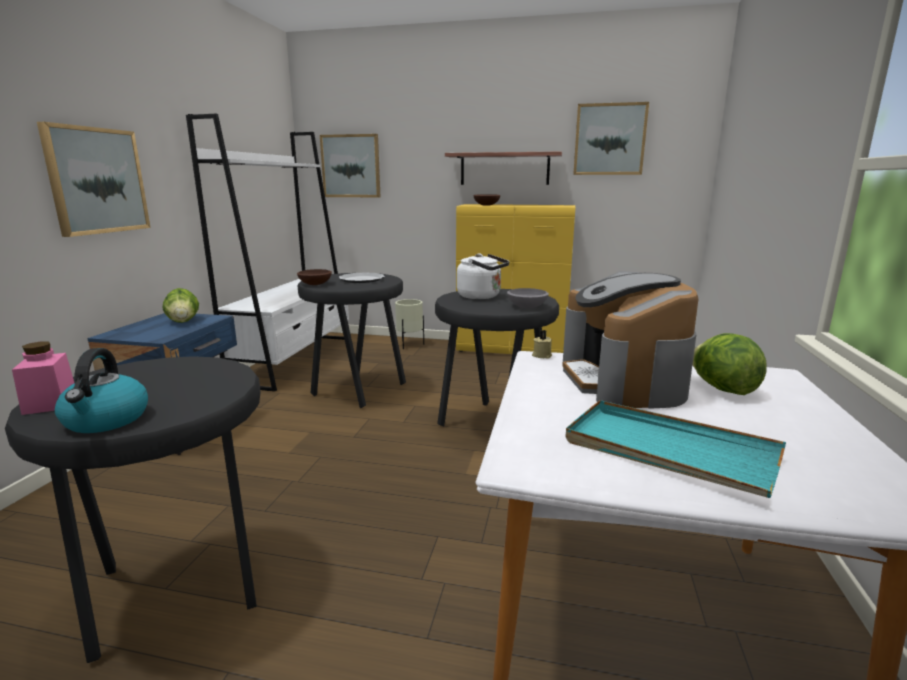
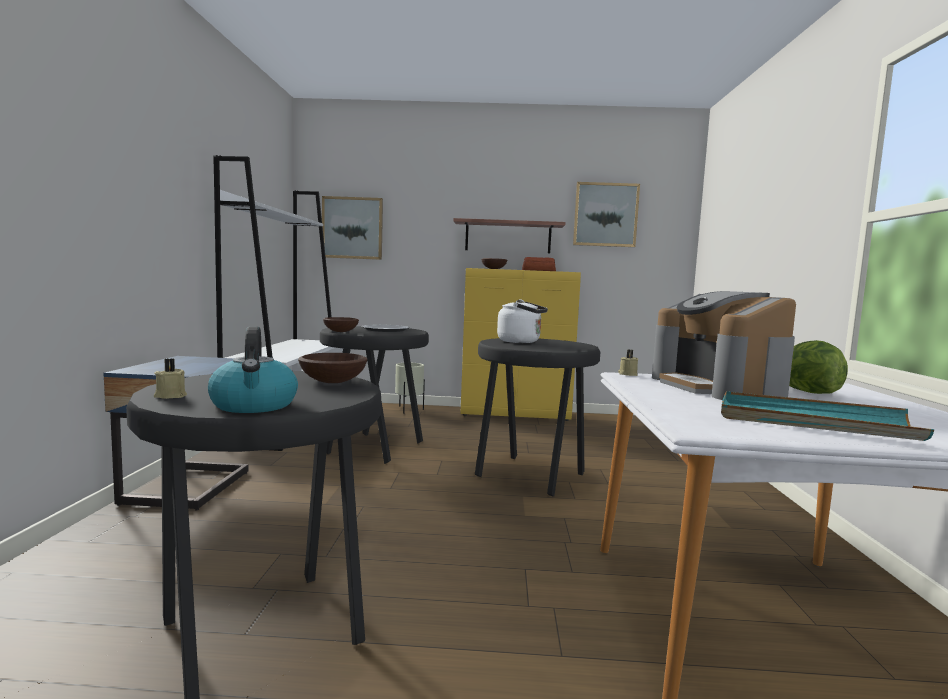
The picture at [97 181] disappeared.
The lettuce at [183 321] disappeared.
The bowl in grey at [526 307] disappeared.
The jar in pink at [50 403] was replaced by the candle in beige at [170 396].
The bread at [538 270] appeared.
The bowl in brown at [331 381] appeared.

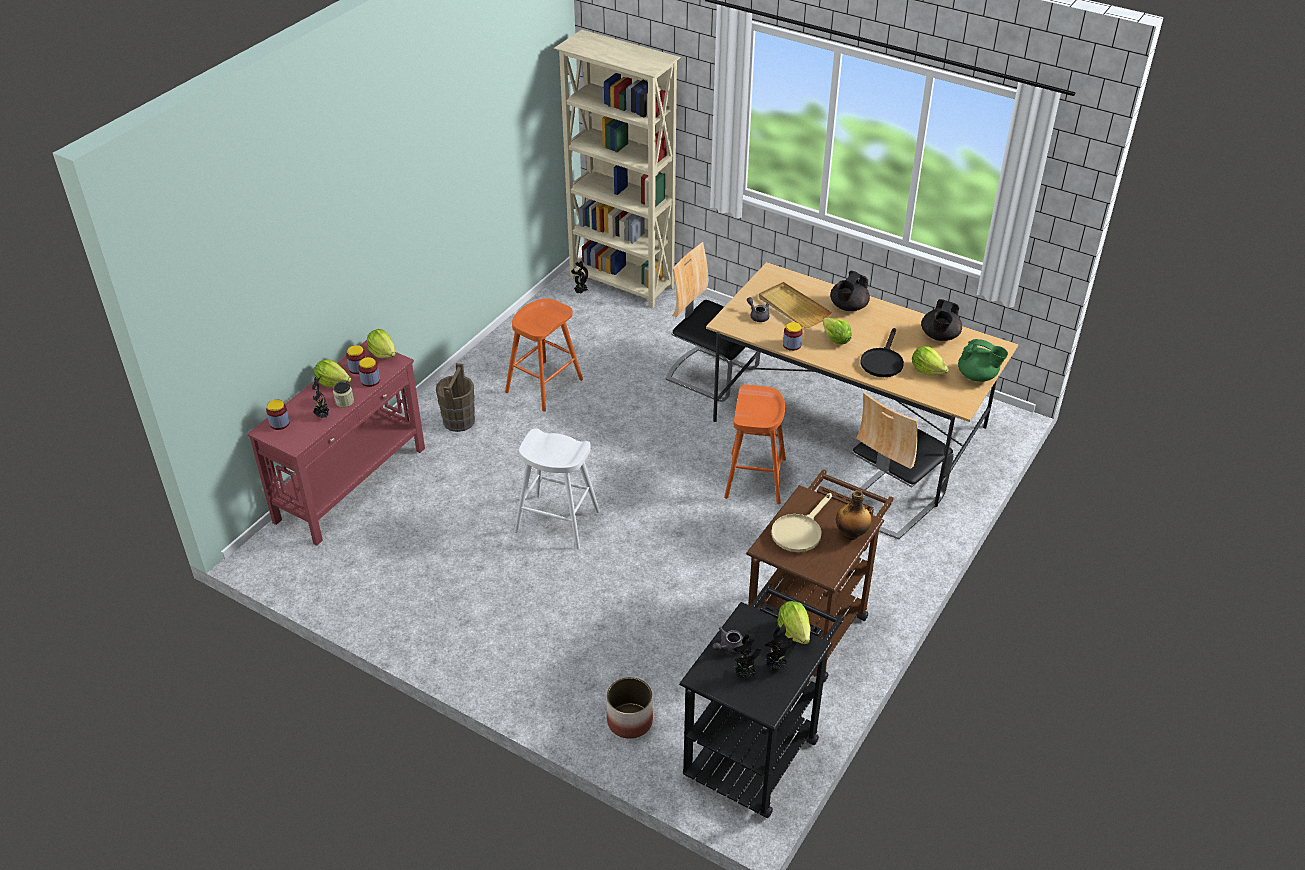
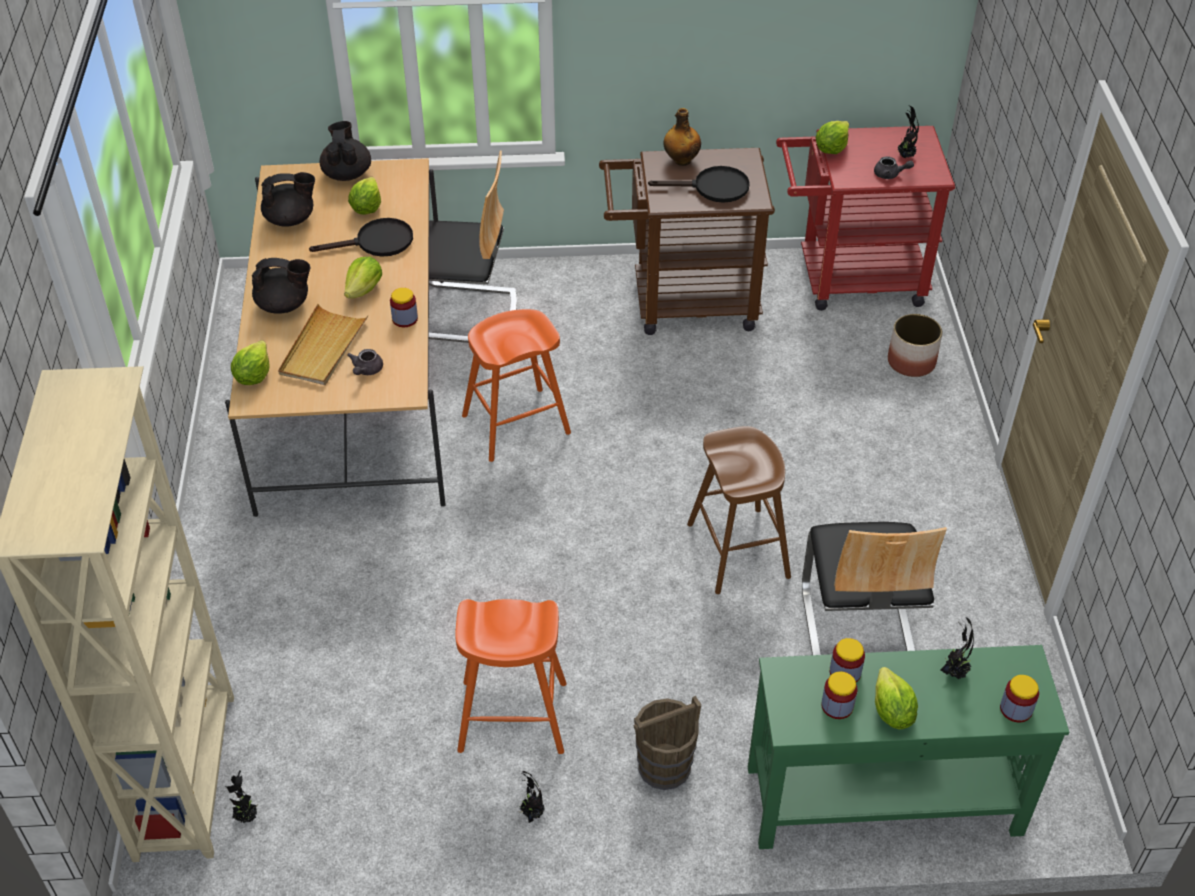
The chair moved from [711 374] to [857 630].
The lettuce moved from [383 353] to [253 376].
The teapot in green at [978 376] became the teapot in black at [347 173].
The console table in red at [352 484] became the console table in green at [881 800].
The jar at [344 401] disappeared.
The stool in white at [557 522] became the stool in brown at [738 550].
The frying pan in beige at [799 531] became the frying pan in black at [713 188].
The cart in black at [756 748] became the cart in red at [849 279].
The potted plant moved from [776 667] to [531 813].

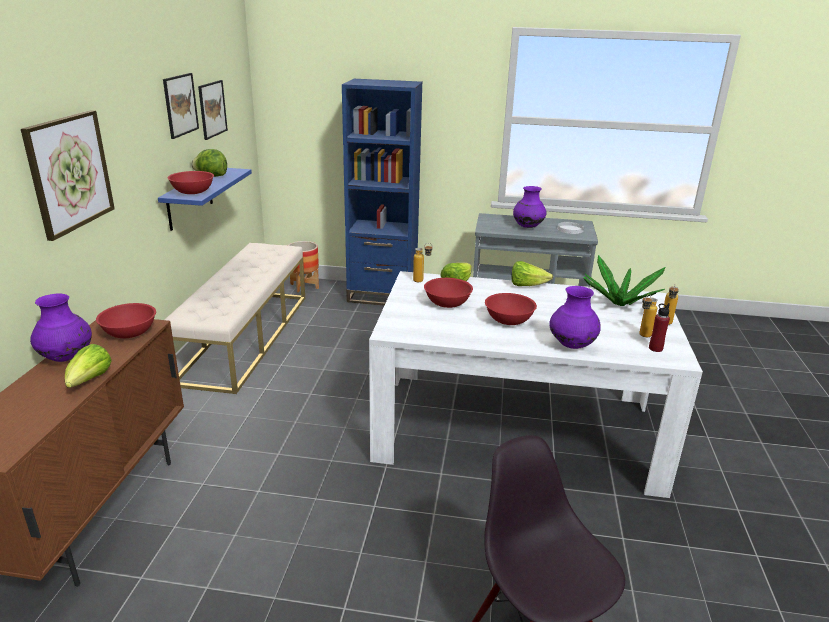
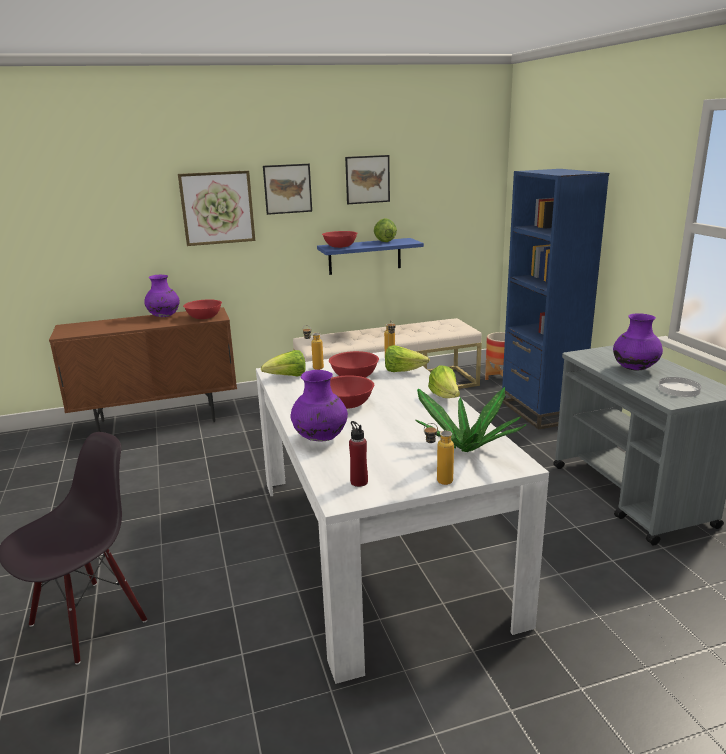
The picture moved from [212 109] to [287 189].
The bottle moved from [642 336] to [314 367].
The lettuce moved from [89 381] to [287 377].

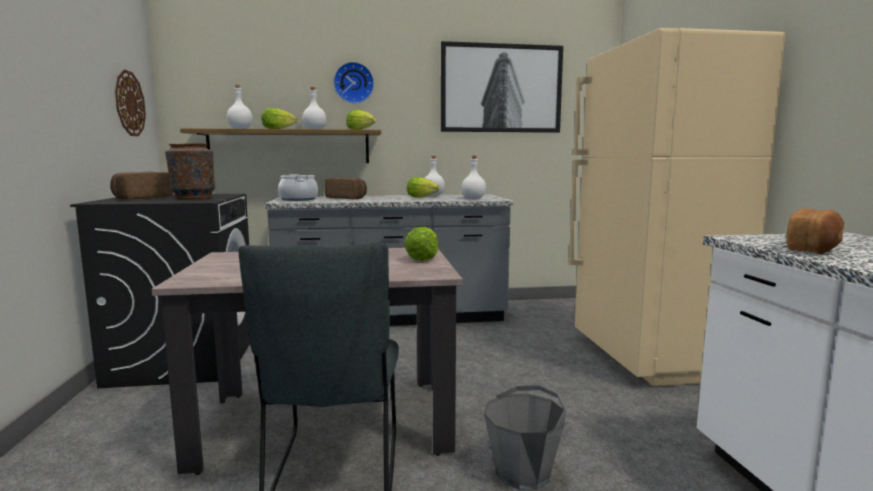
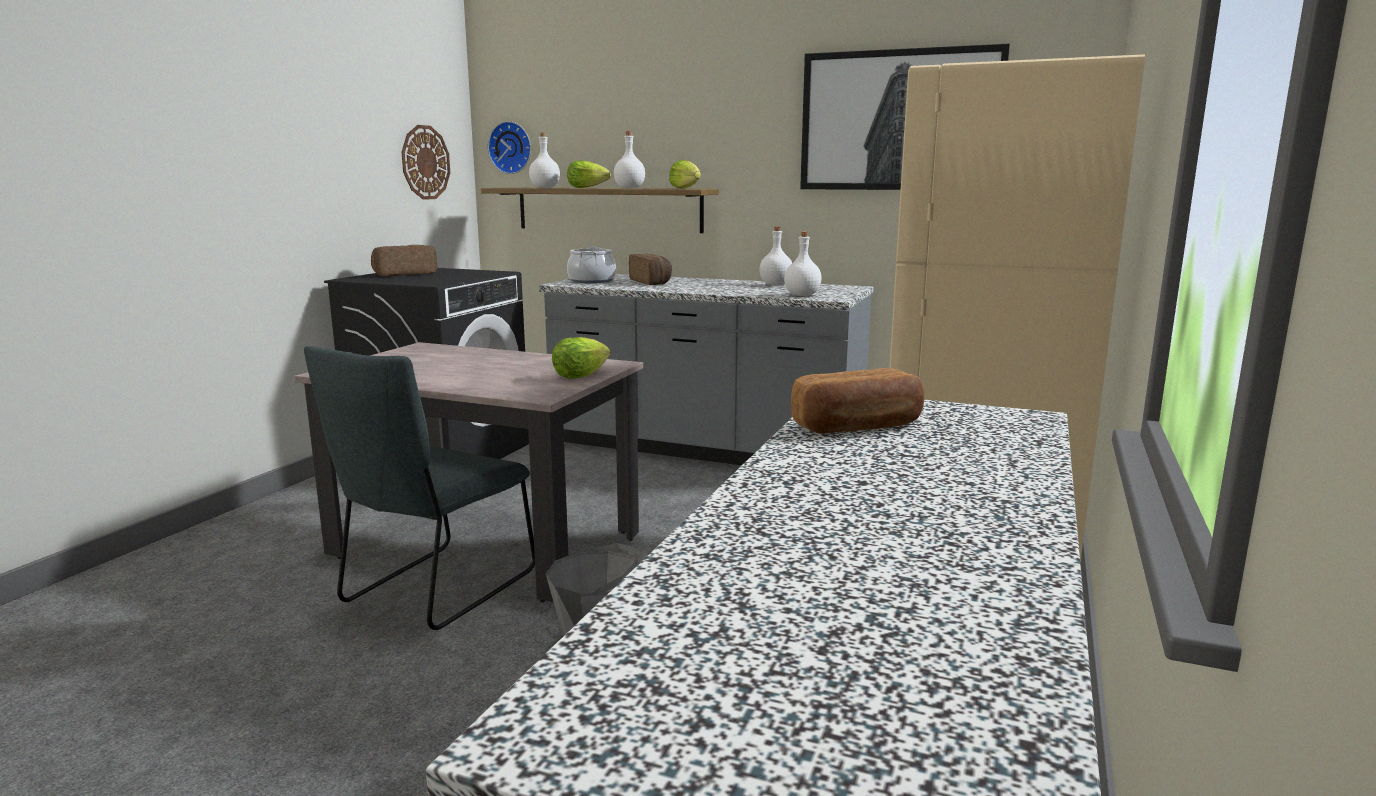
The wall clock moved from [353 83] to [511 147].
The vase in brown at [193 198] disappeared.
The lettuce at [421 197] disappeared.

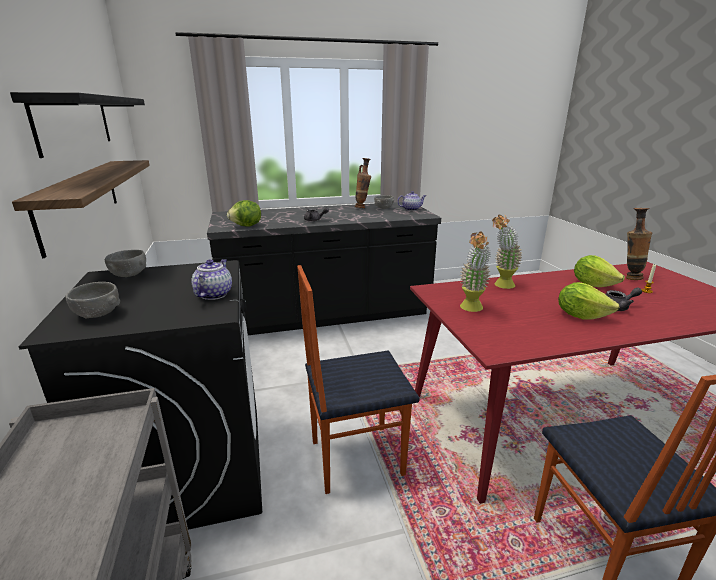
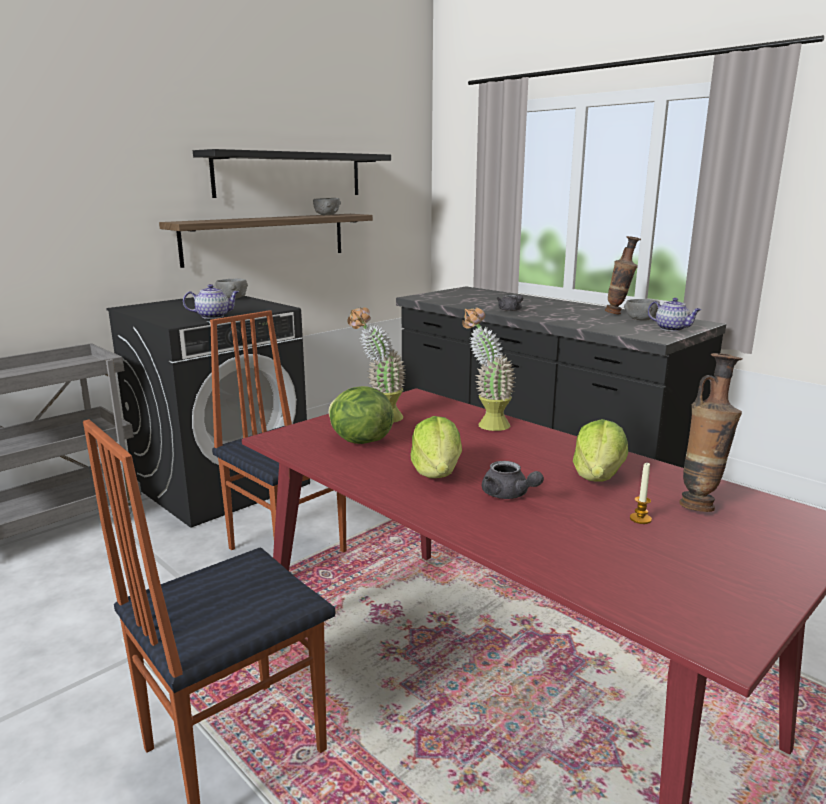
The lettuce moved from [246 226] to [359 441].
The bowl in grey moved from [98 314] to [327 215].

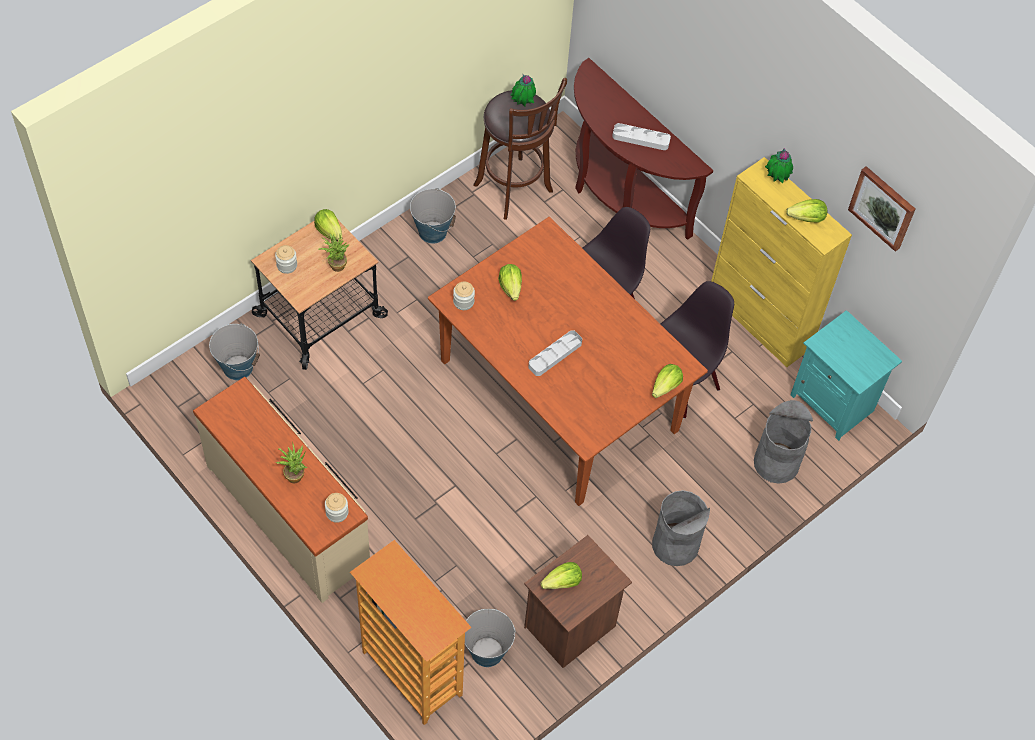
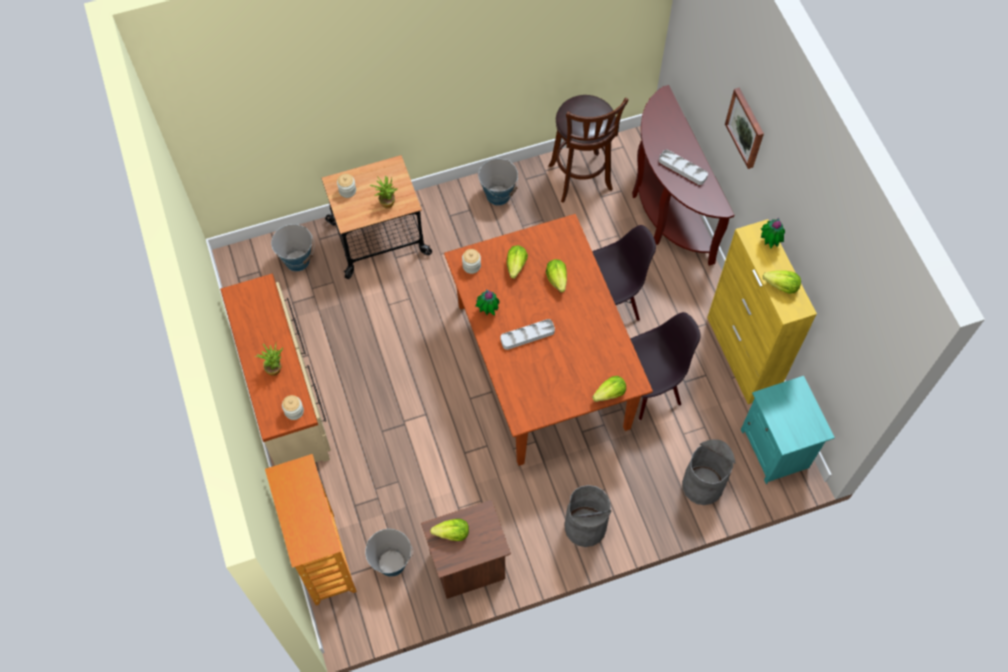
The potted plant moved from [522 105] to [487 311].
The picture moved from [883 207] to [746 127].
The lettuce moved from [329 231] to [557 279].

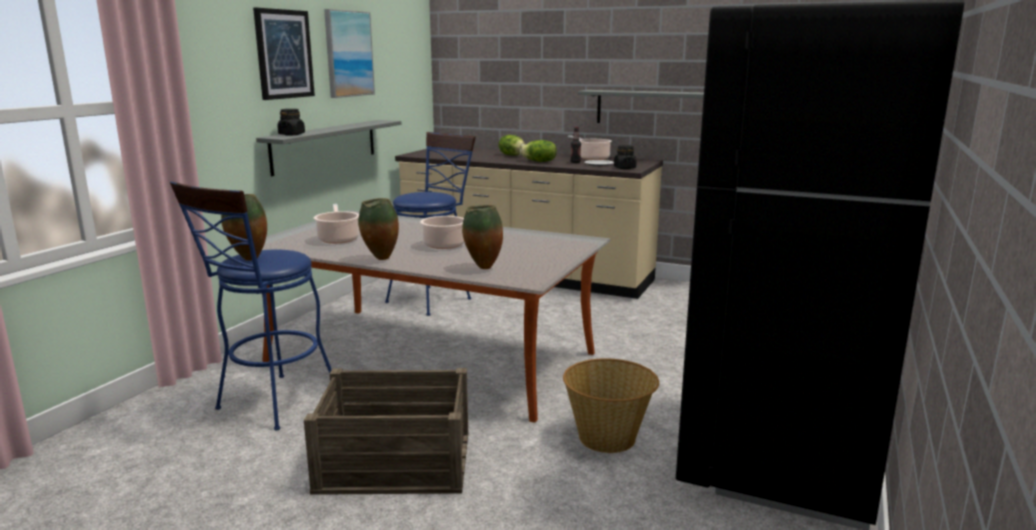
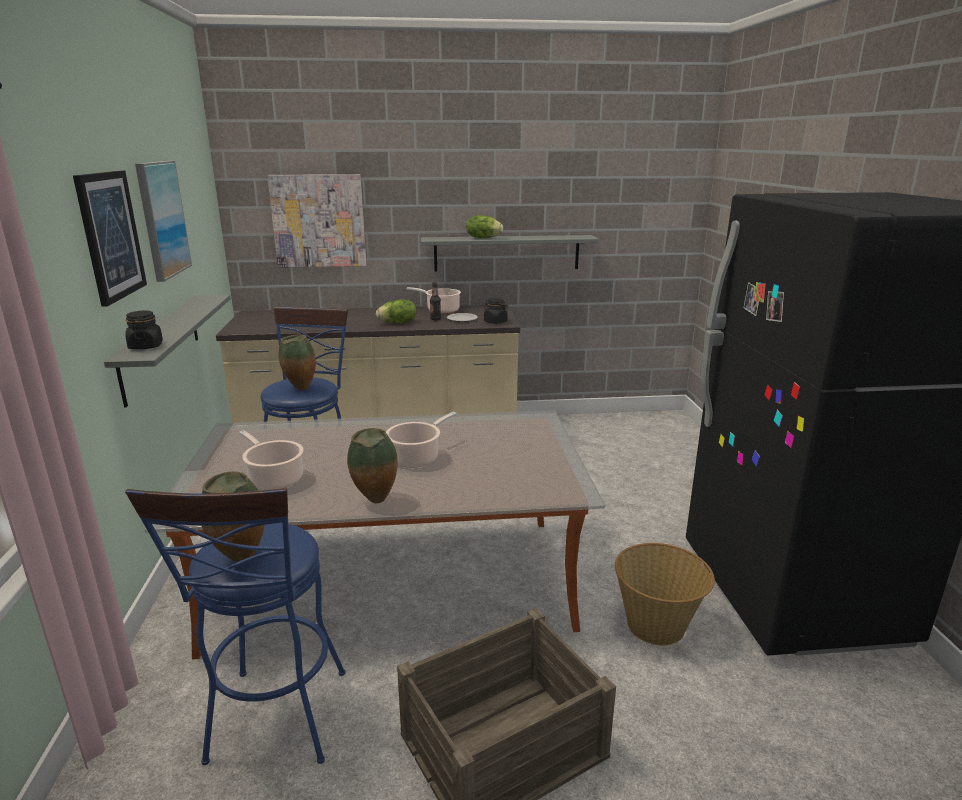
The lettuce moved from [512 155] to [483 238].
The vase moved from [482 268] to [300 389].
The picture at [318 221] appeared.

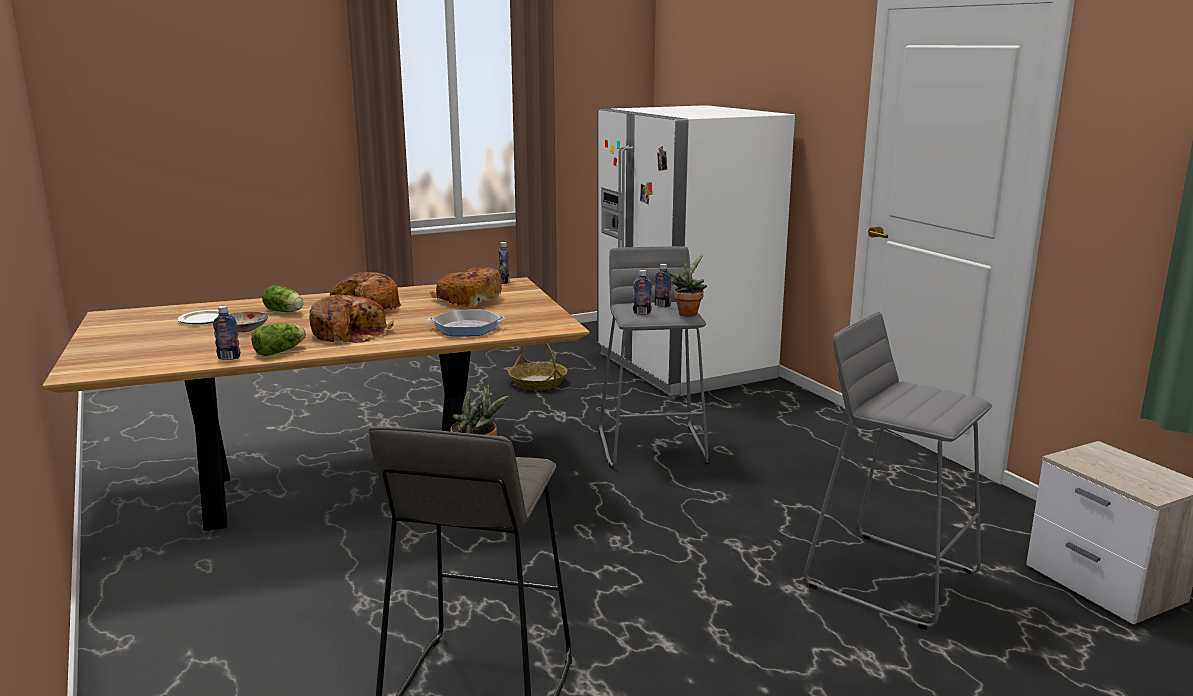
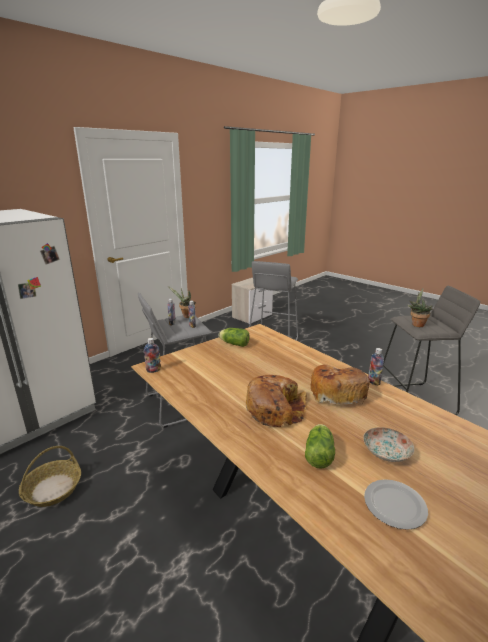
The bread at [468 299] disappeared.
The bottle moved from [229 358] to [373 382].
The frying pan at [466 328] disappeared.
The lettuce moved from [281 351] to [233 344].

